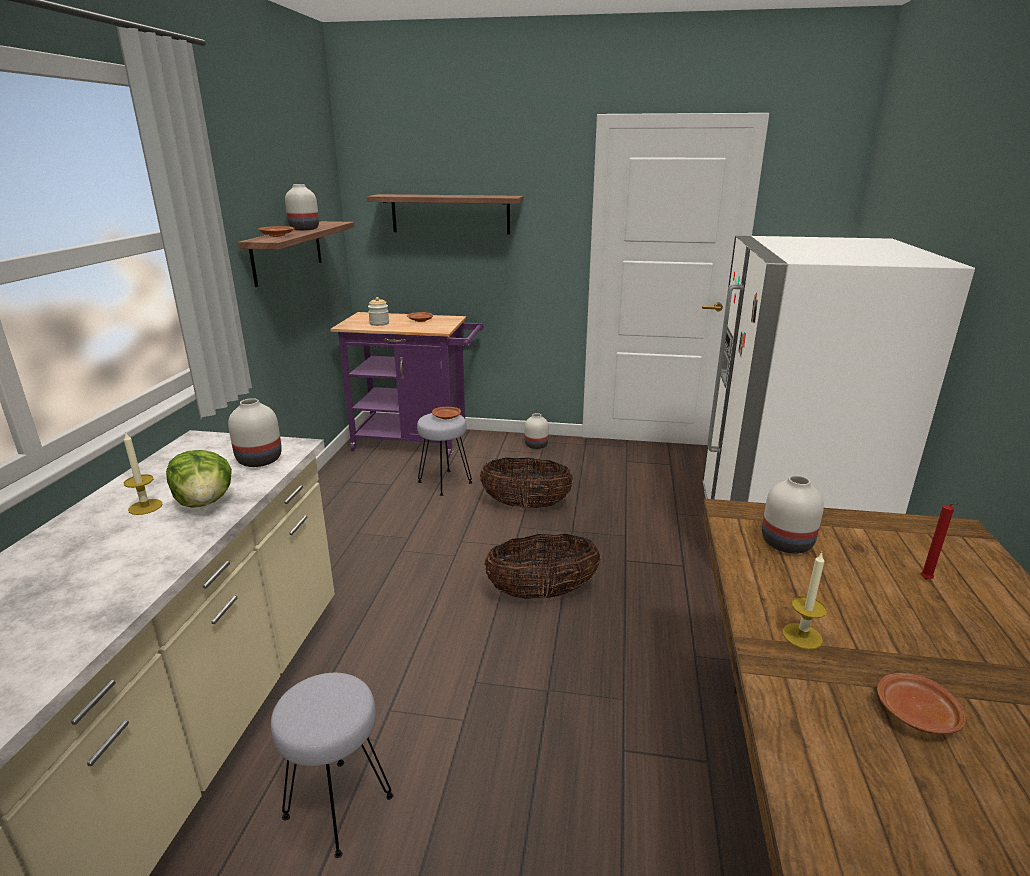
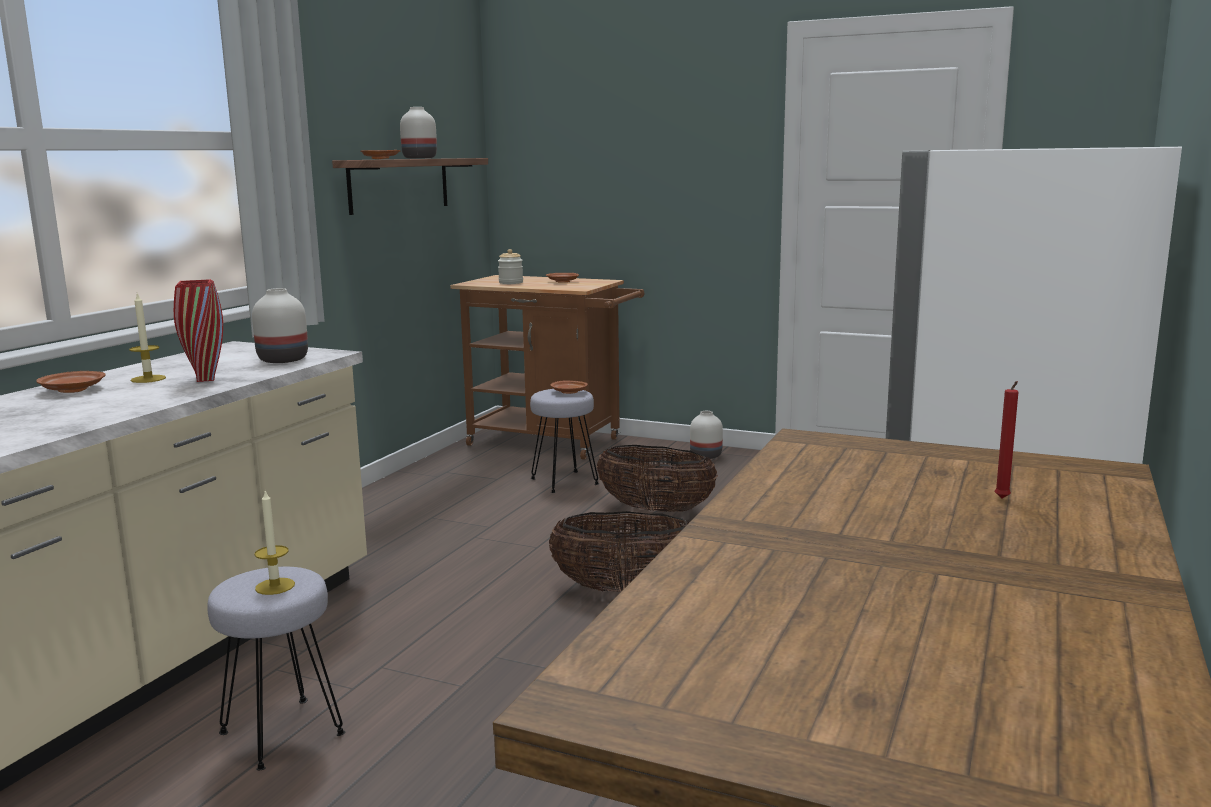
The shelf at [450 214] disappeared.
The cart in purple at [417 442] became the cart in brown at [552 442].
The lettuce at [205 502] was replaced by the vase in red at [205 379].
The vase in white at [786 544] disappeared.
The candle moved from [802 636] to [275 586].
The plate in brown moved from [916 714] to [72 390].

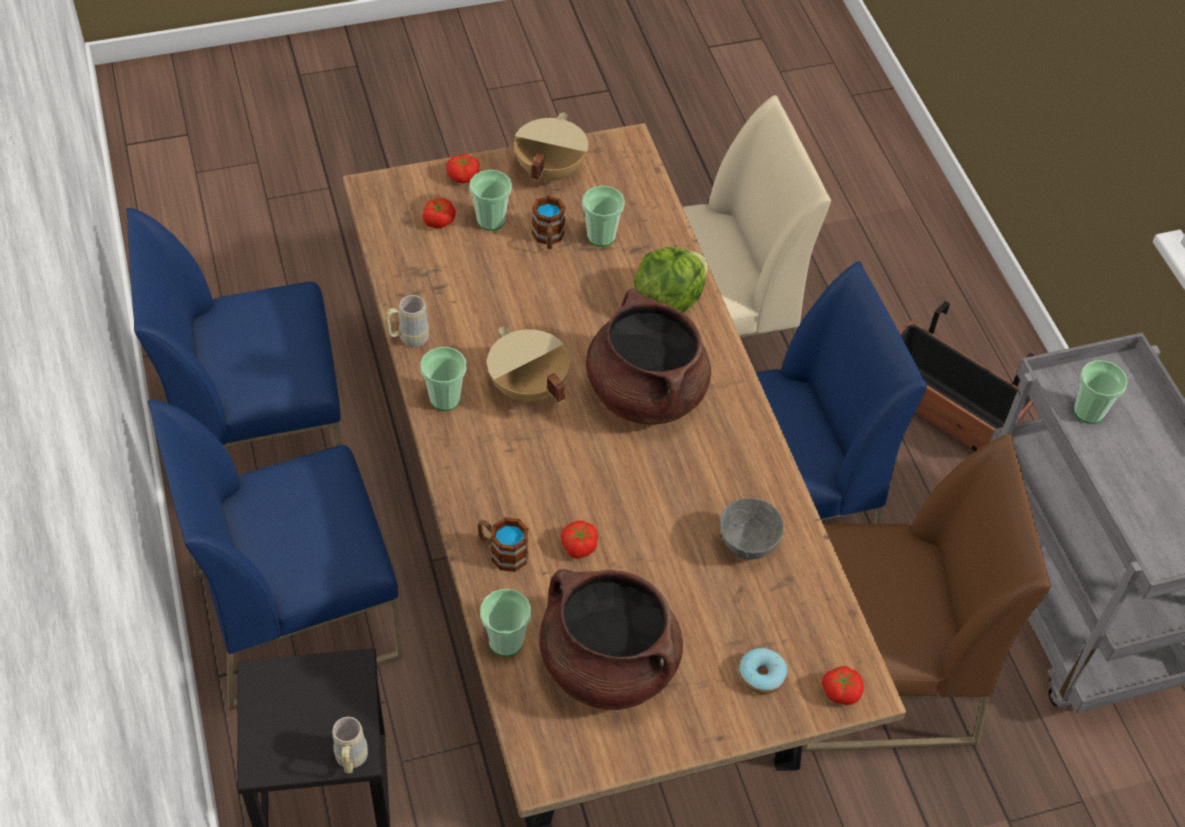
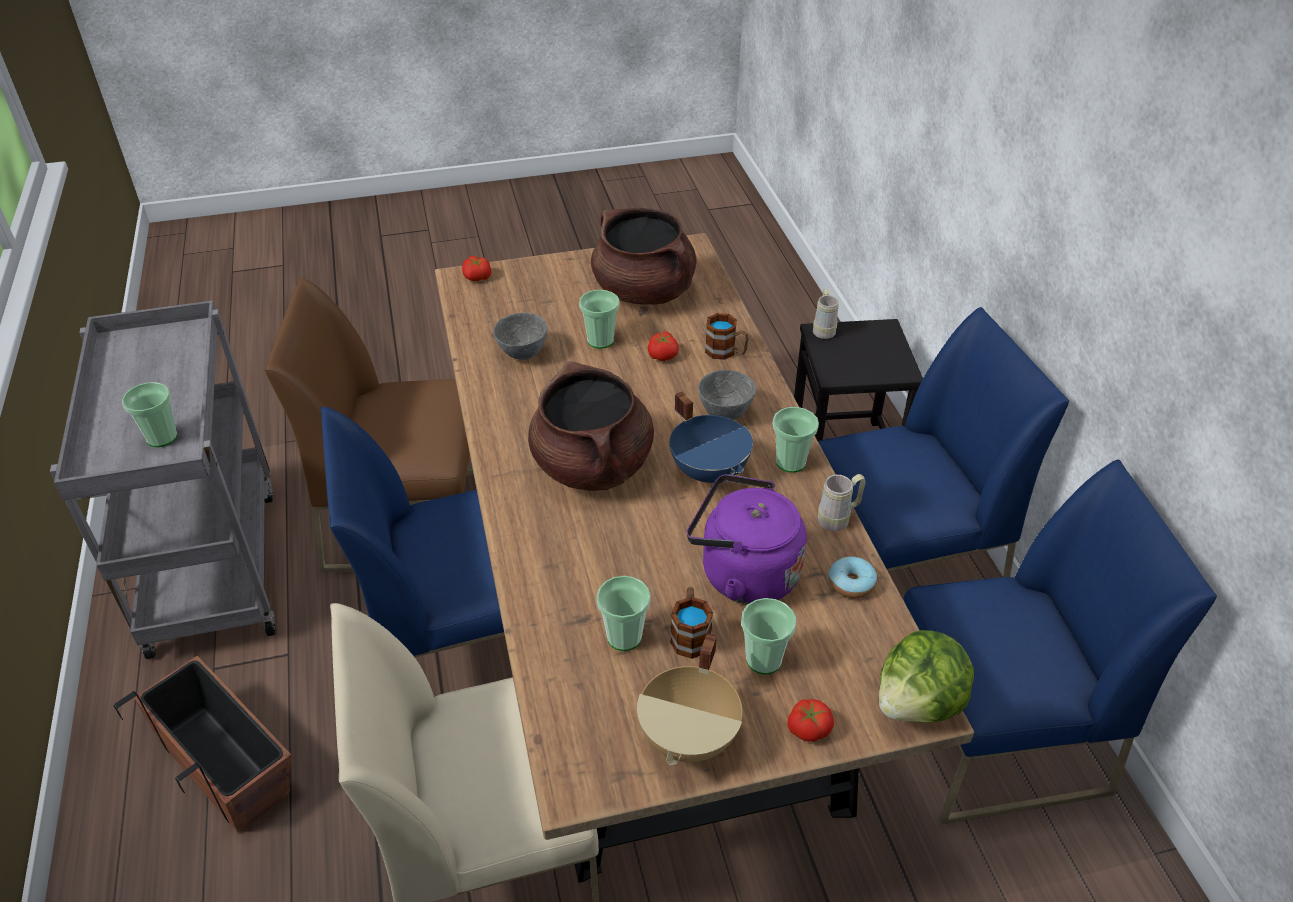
The tomato at [438 220] disappeared.
The lettuce moved from [668 300] to [919 703].
The cooking pot in beige at [527 388] became the cooking pot in blue at [710 471].
The cup moved from [506 641] to [600 340].
The donut moved from [761 675] to [851 583].
The bowl in grey at [724 413] appeared.
The kettle in purple at [743 573] appeared.

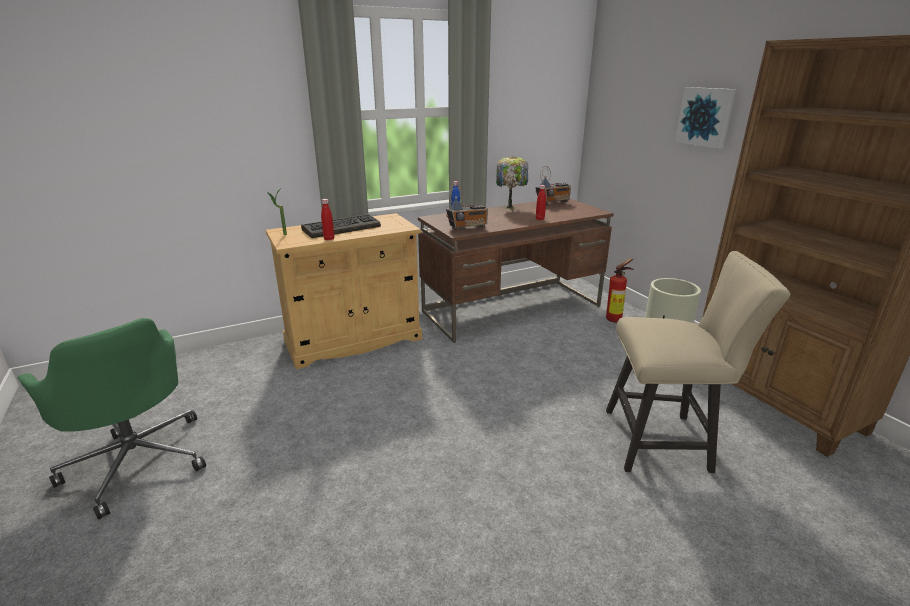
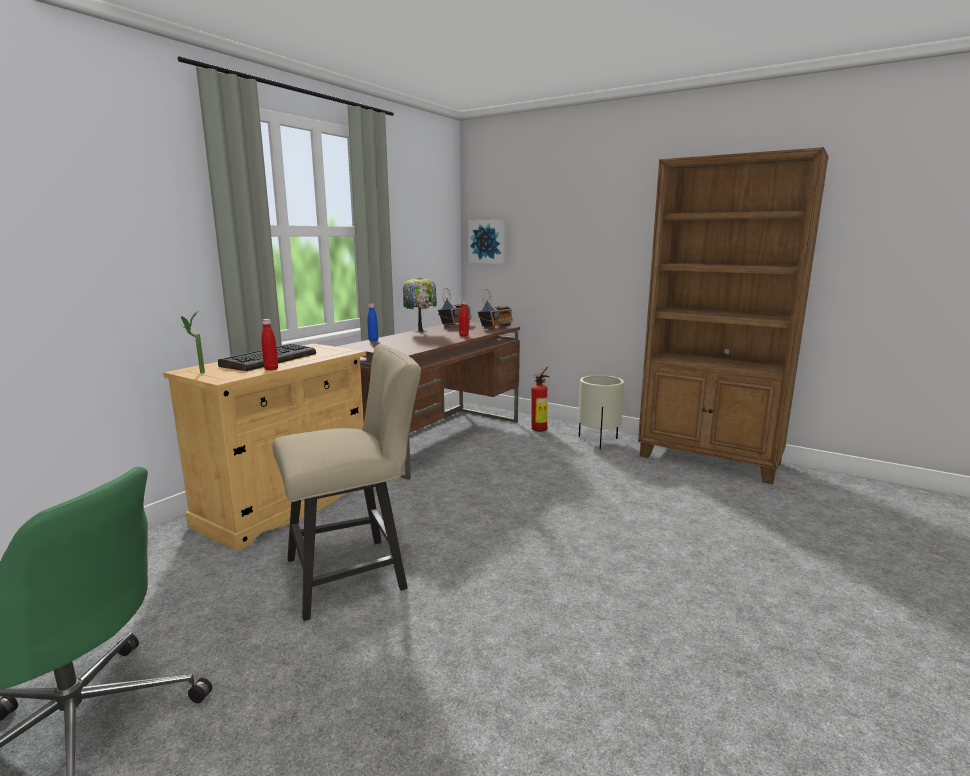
The picture moved from [705 117] to [488 241].
The radio moved from [468 228] to [496 327].
The chair in beige moved from [665 441] to [355 572].

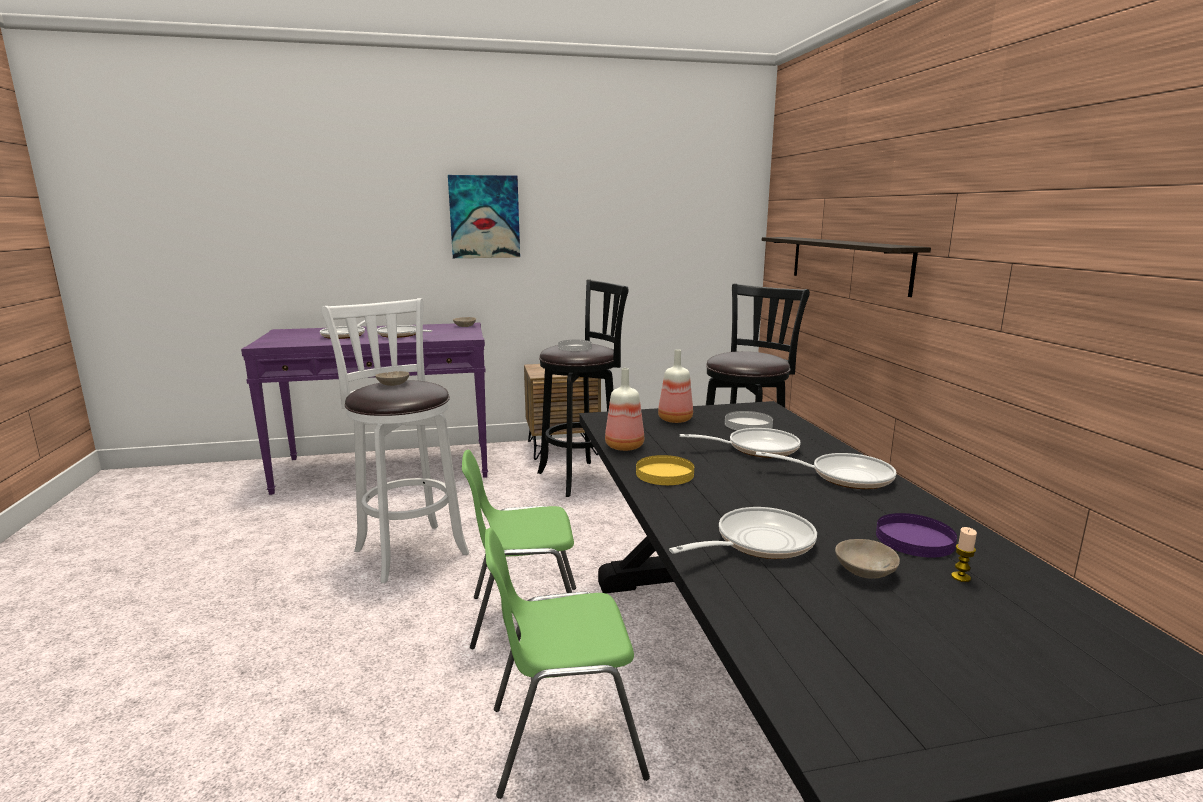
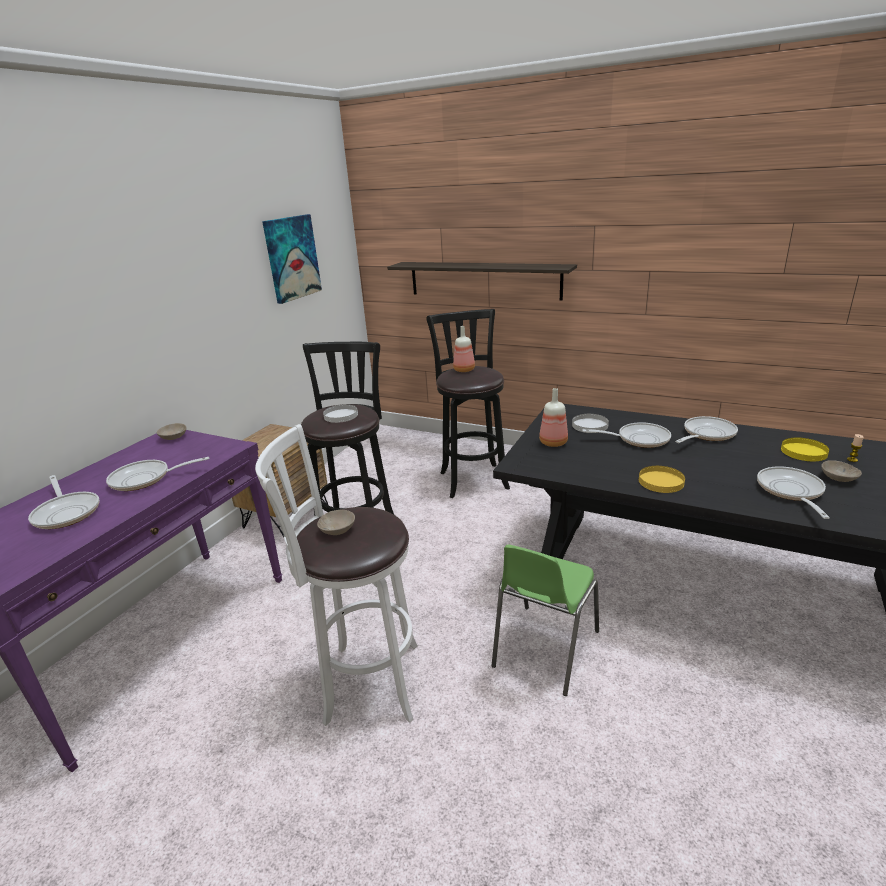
The picture moved from [484 217] to [292 258].
The bottle moved from [624 446] to [463 370].
The frying pan at [756 448] turned 60 degrees clockwise.
The plate in purple at [914 539] became the plate in yellow at [803 451].
The chair in green at [564 740] disappeared.

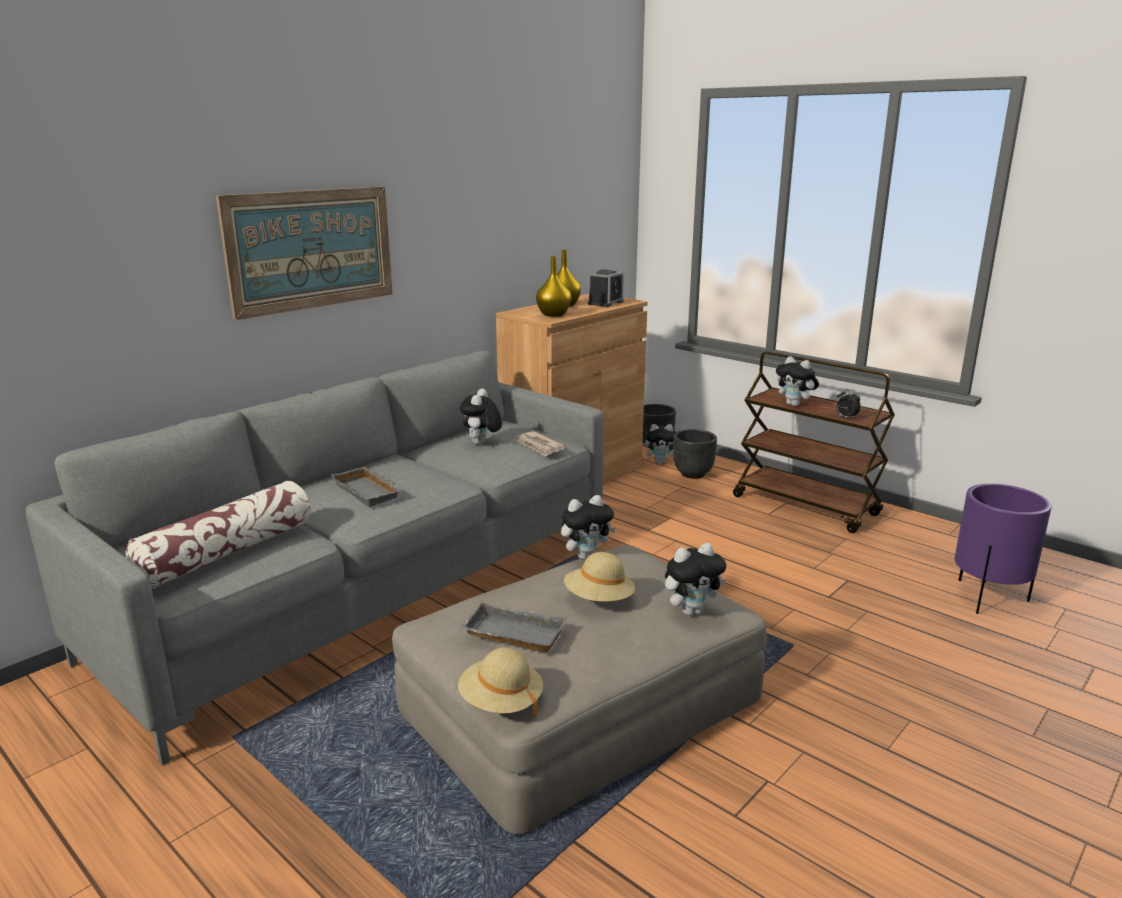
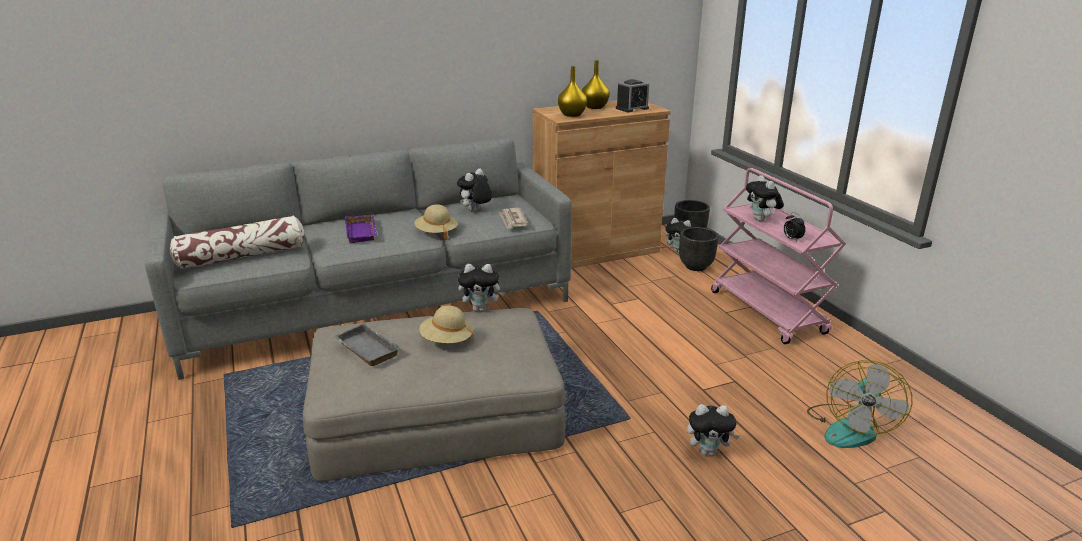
The picture at [311 249] disappeared.
The cart in brown at [806 506] became the cart in pink at [768 313].
The tray in grey at [369 491] became the tray in purple at [363 233].
The planter in purple at [988 598] was replaced by the fan at [850 428].
The plush toy moved from [692 610] to [709 451].
The hat in beige moved from [501 702] to [436 233].

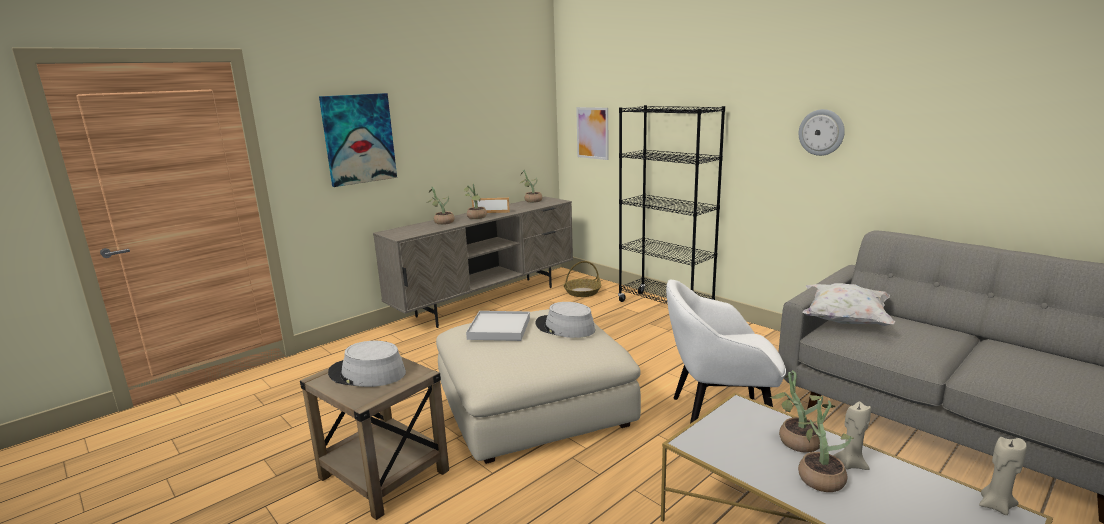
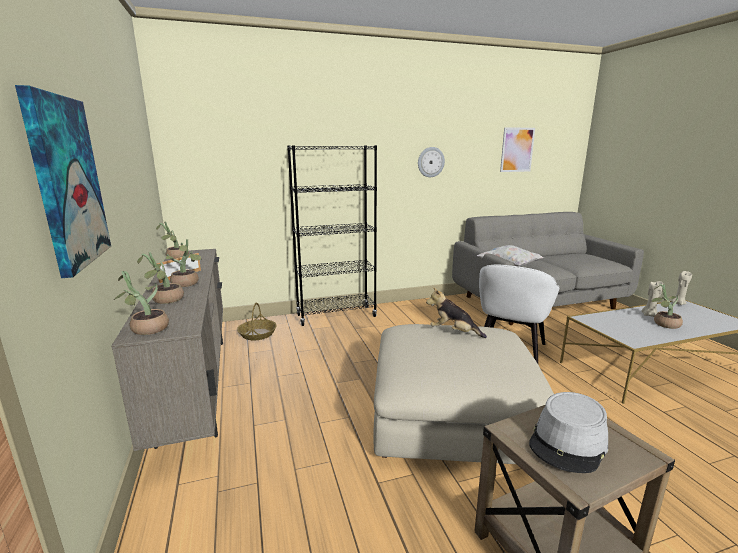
The picture moved from [592 133] to [517 150].
The hat in grey at [564 327] was replaced by the plush toy at [453 332].
The tray in white at [499 328] disappeared.
The potted plant moved from [795 439] to [145 329].

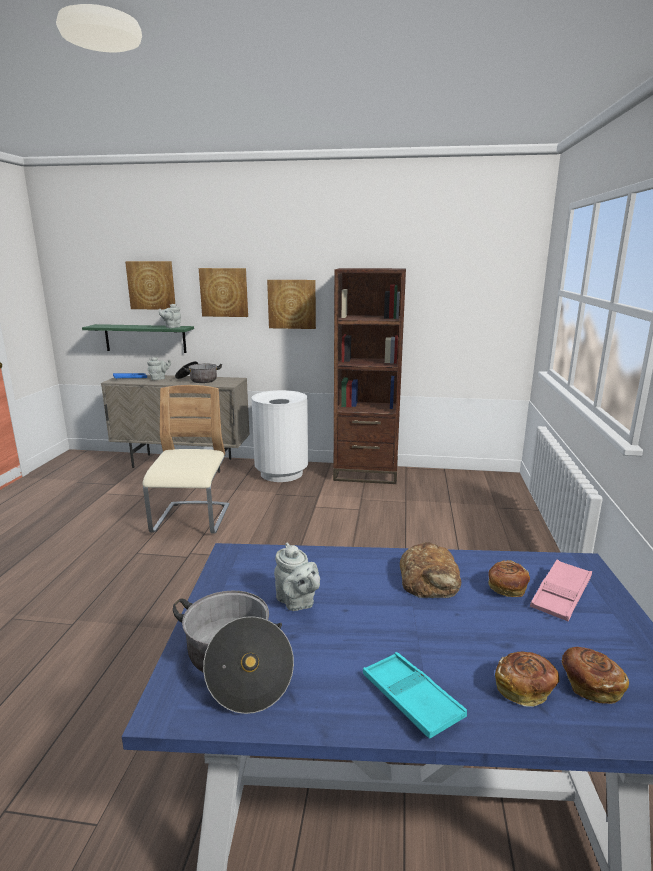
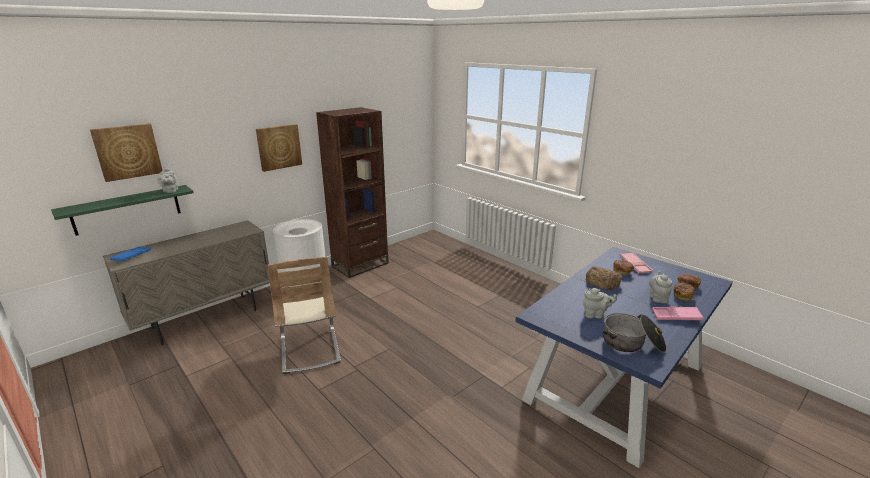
The picture at [224 292] disappeared.
The teapot in grey moved from [159 379] to [658 298].
The cooking pot at [198 380] disappeared.
The chair in beige at [191 520] turned 150 degrees counterclockwise.
The tray in turquoise at [411 699] became the tray in pink at [676 316].

